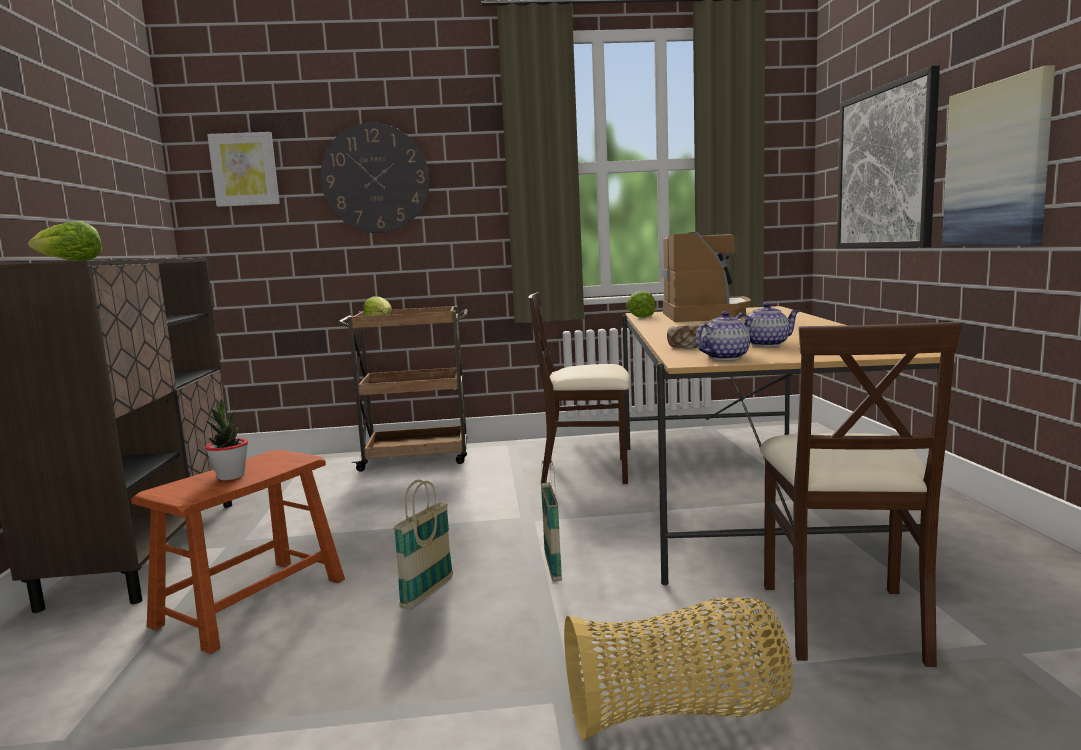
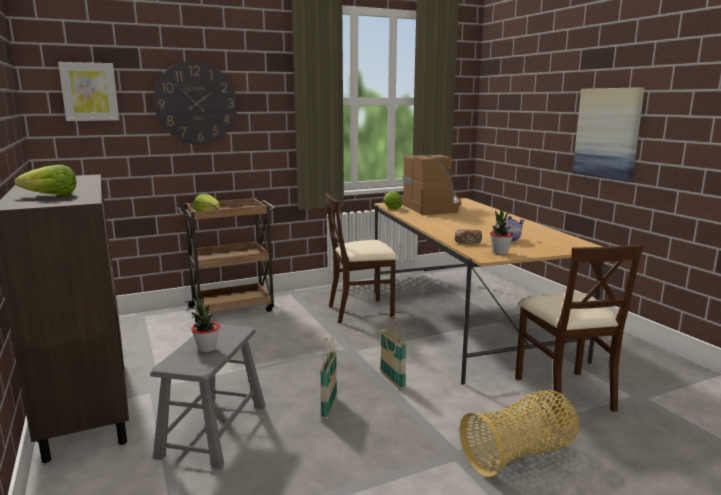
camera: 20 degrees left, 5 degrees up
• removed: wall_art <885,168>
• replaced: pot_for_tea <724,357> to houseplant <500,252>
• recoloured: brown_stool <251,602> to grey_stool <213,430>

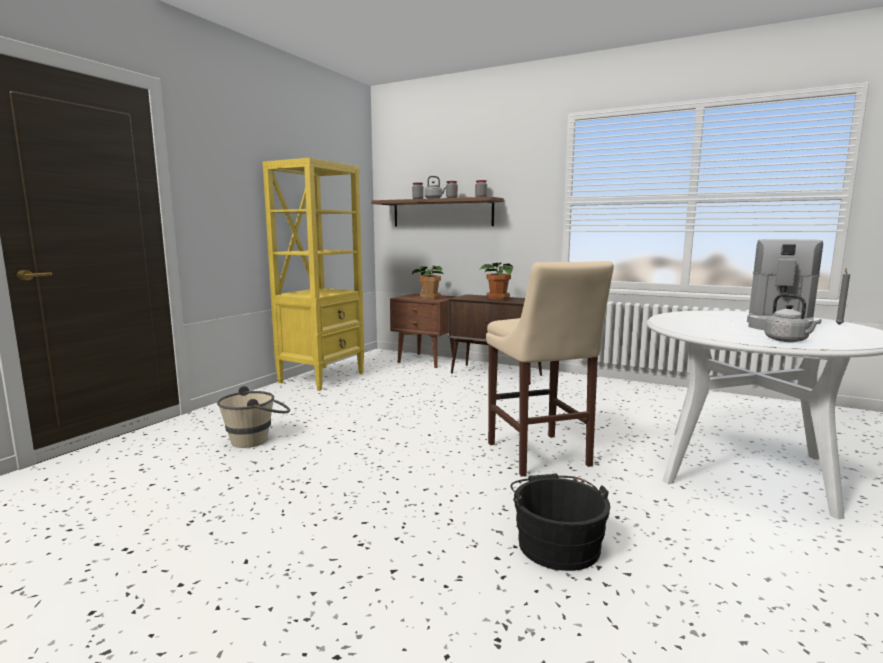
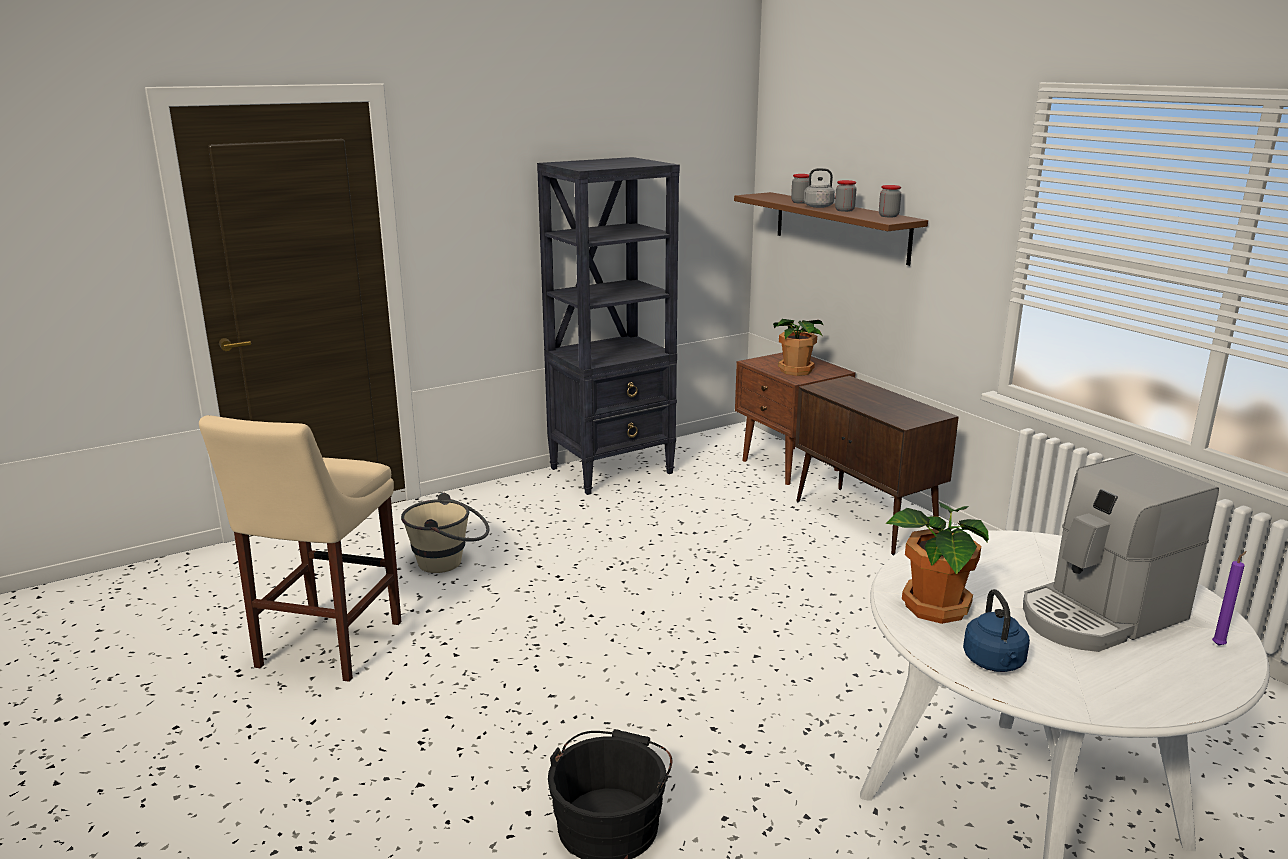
camera: 30 degrees right, 10 degrees up
• moved: houseplant <498,299> to <934,608>
• moved: beige_stool <540,456> to <325,648>
• recoloured: yellow-coloured_shelving_unit <322,377> to black-coloured_shelving_unit <612,470>
• recoloured: grey_kettle <788,340> to blue_kettle <994,663>
• recoloured: grey_wax_light <839,324> to purple_wax_light <1219,645>

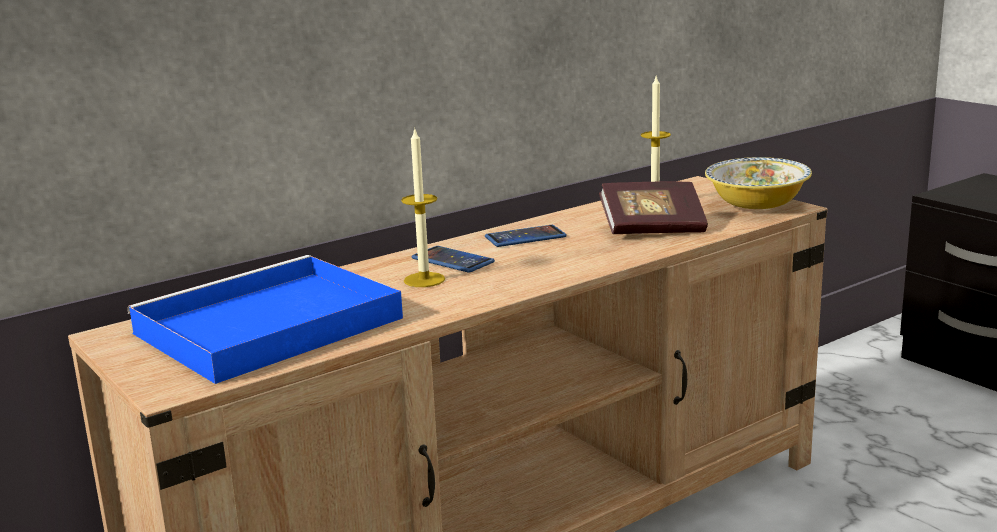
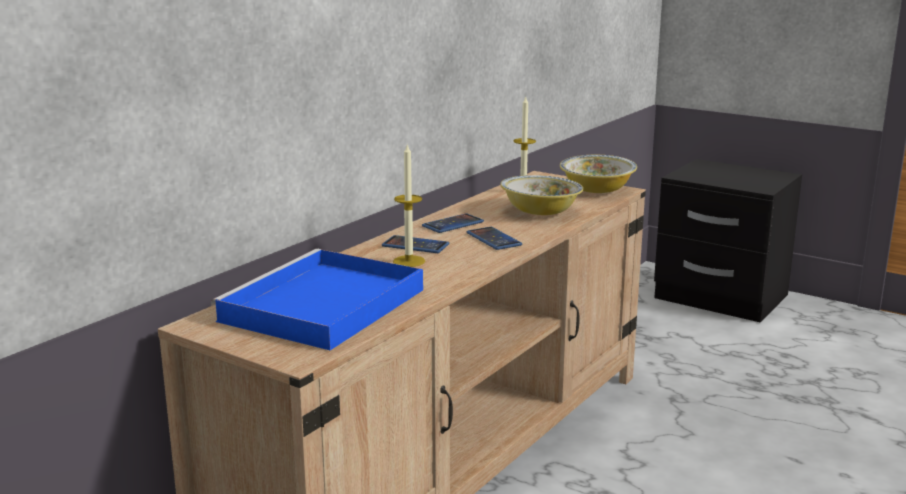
camera: 20 degrees left, 0 degrees up
• added: telephone <493,239>
• replaced: bound_book <652,229> to serving_bowl <540,212>

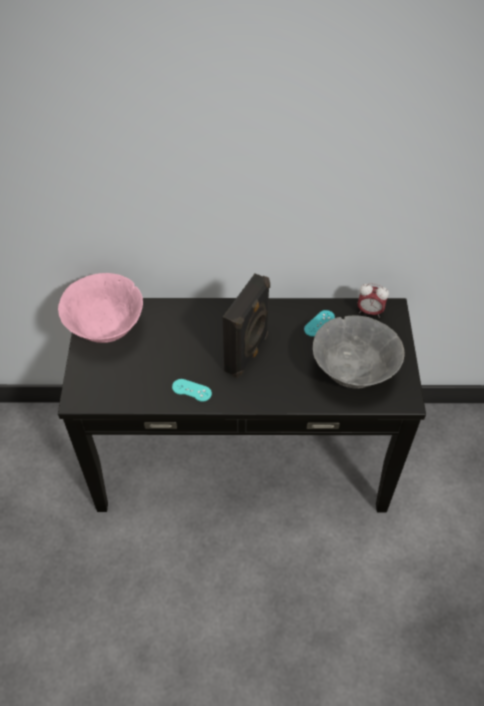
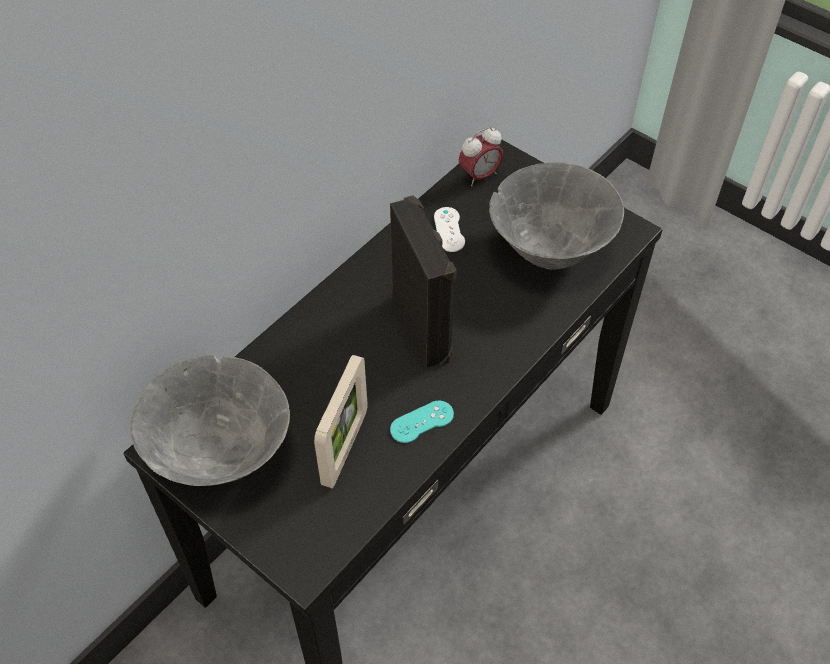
camera: 50 degrees left, 0 degrees up
• added: standing_frame <345,448>
• recoloured: pink-coloured_serving_bowl <106,329> to grey_serving_bowl <220,453>
• recoloured: blue-green_gamepad <319,323> to white-coloured_gamepad <449,229>

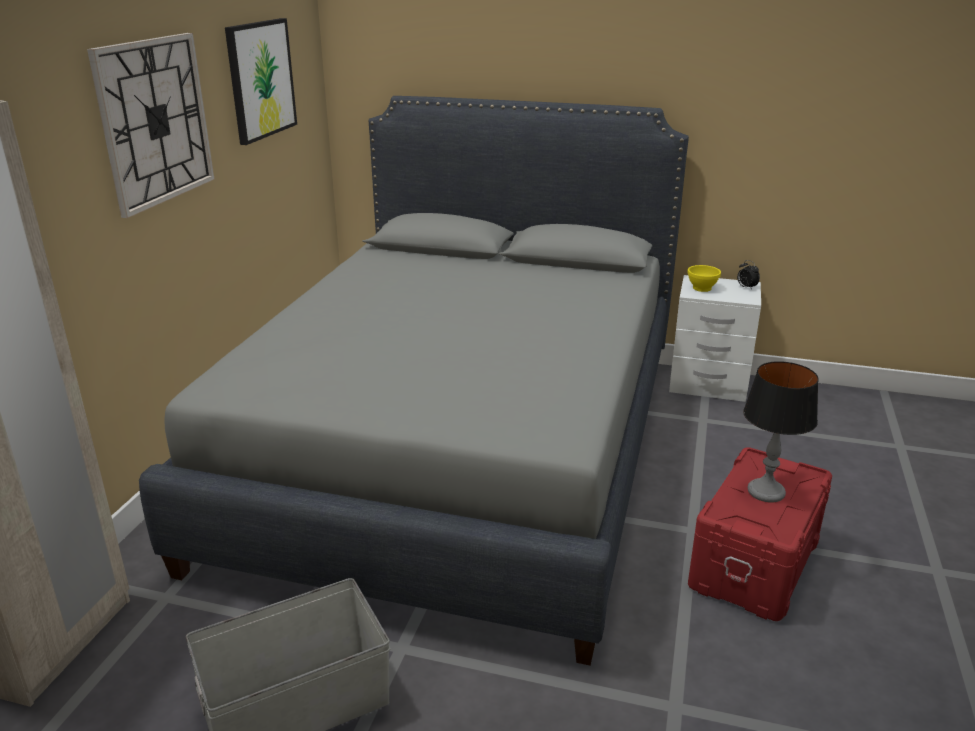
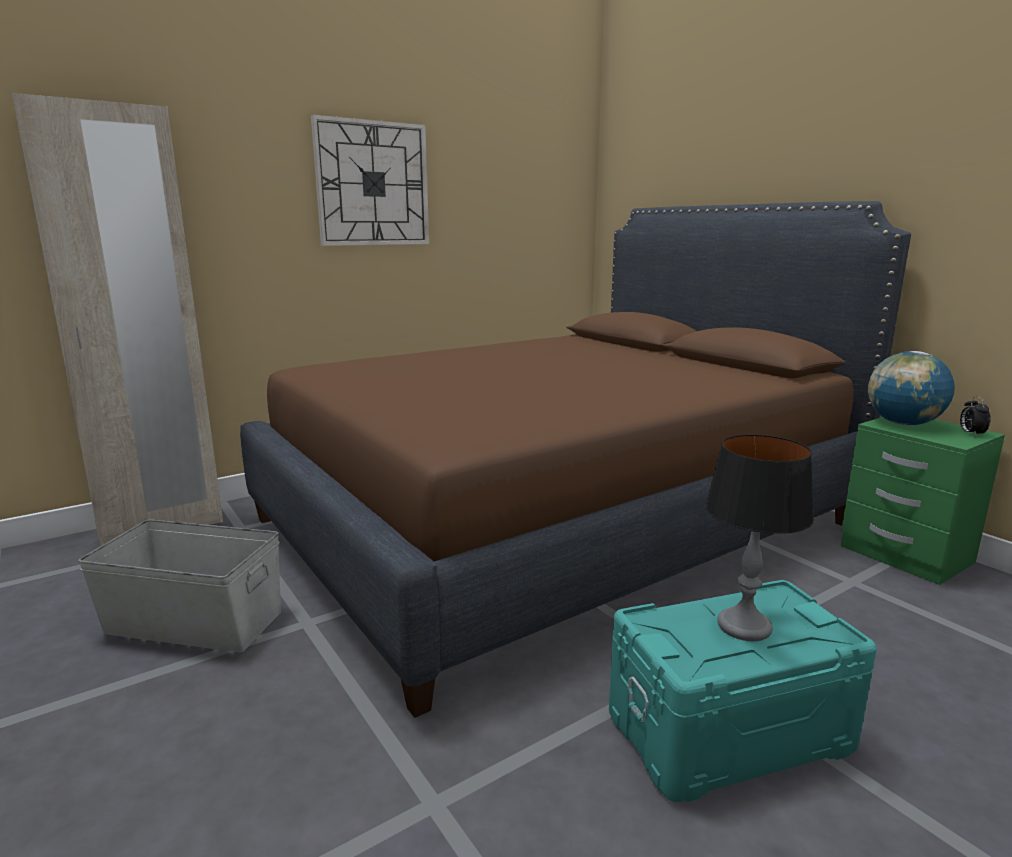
camera: 40 degrees right, 10 degrees down
• removed: wall_art <260,79>
• replaced: yellow-coloured_serving_bowl <702,288> to globe <903,424>
• recoloured: grey_bedroom_bed <462,451> to brown_bedroom_bed <555,521>
• recoloured: white-coloured_nightstand <708,384> to green_nightstand <905,555>
• recoloured: red_storage_container <756,563> to blue-green_storage_container <729,733>

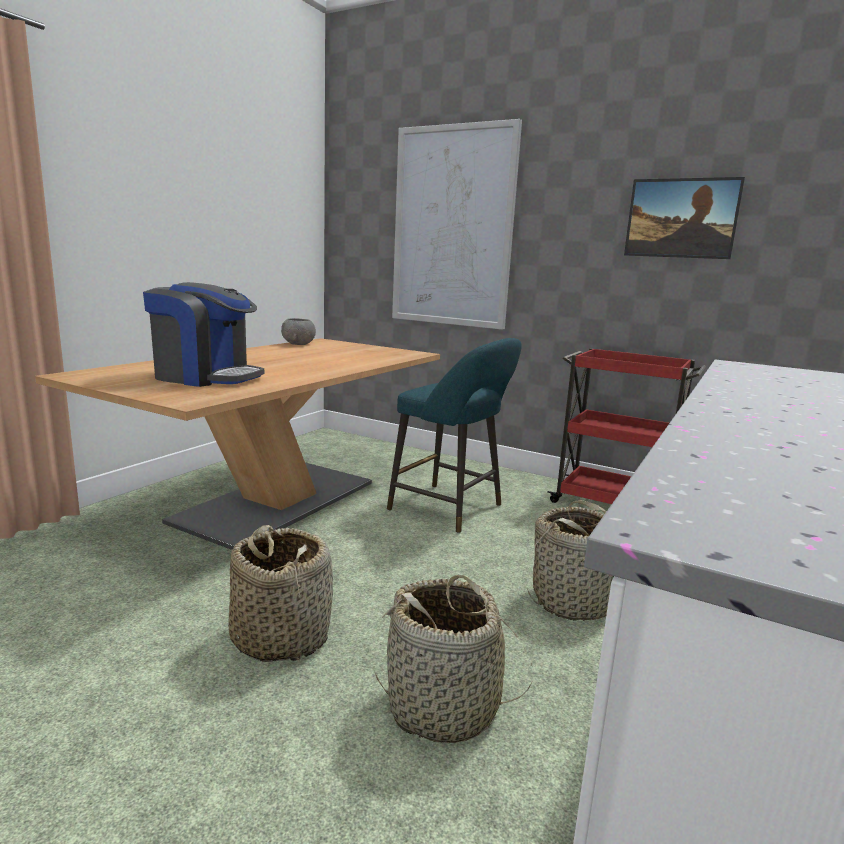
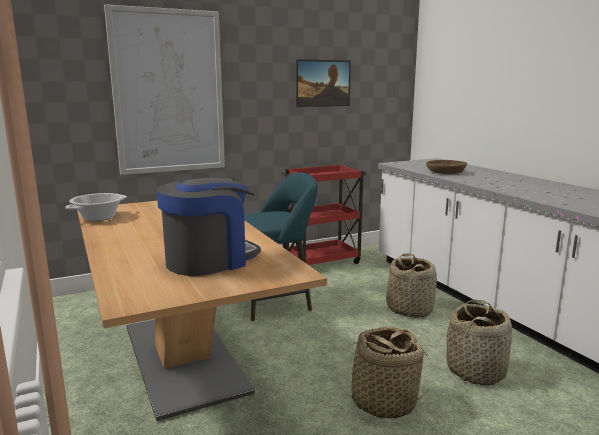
camera: 55 degrees left, 0 degrees up
• added: brown_serving_bowl <445,172>
• replaced: grey_serving_bowl <298,344> to cooking_pot <98,218>

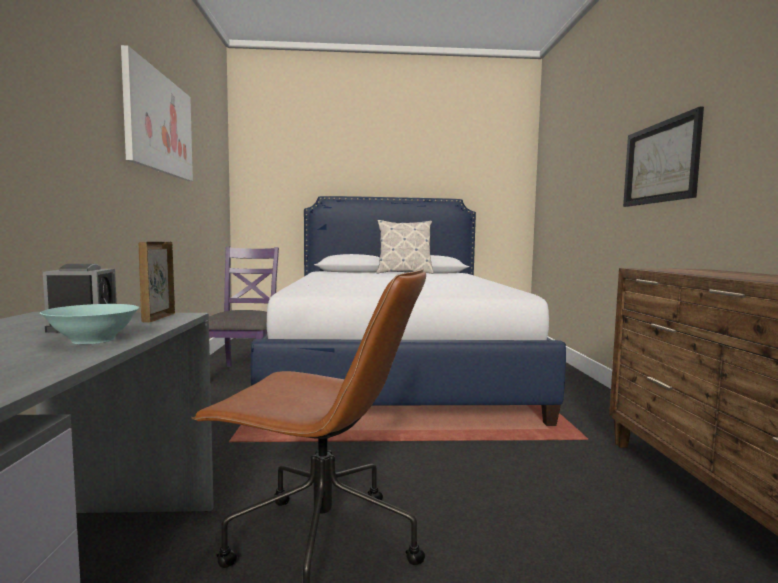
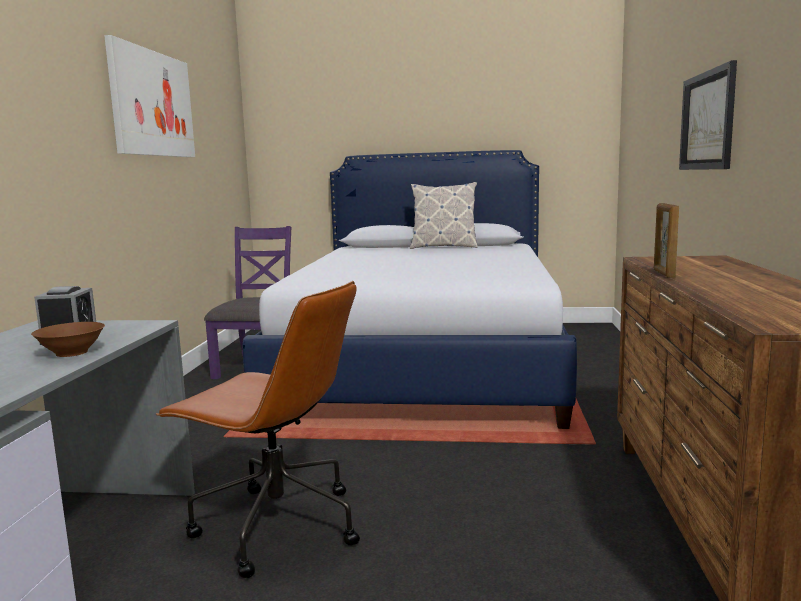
camera: 10 degrees right, 5 degrees up
• moved: standing_frame <158,318> to <663,274>
• recoloured: blue-green_serving_bowl <93,340> to brown_serving_bowl <71,353>

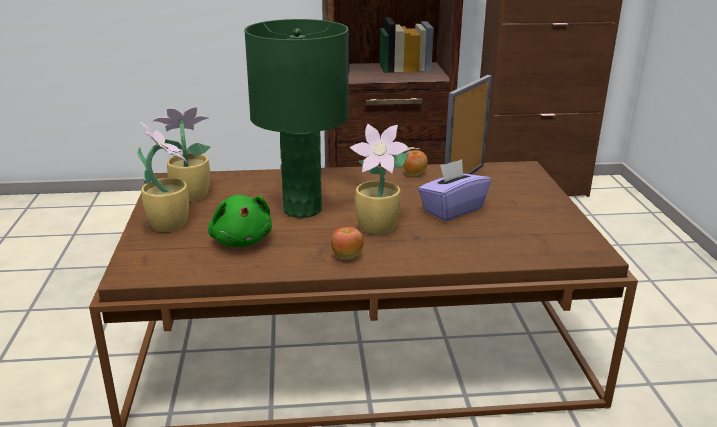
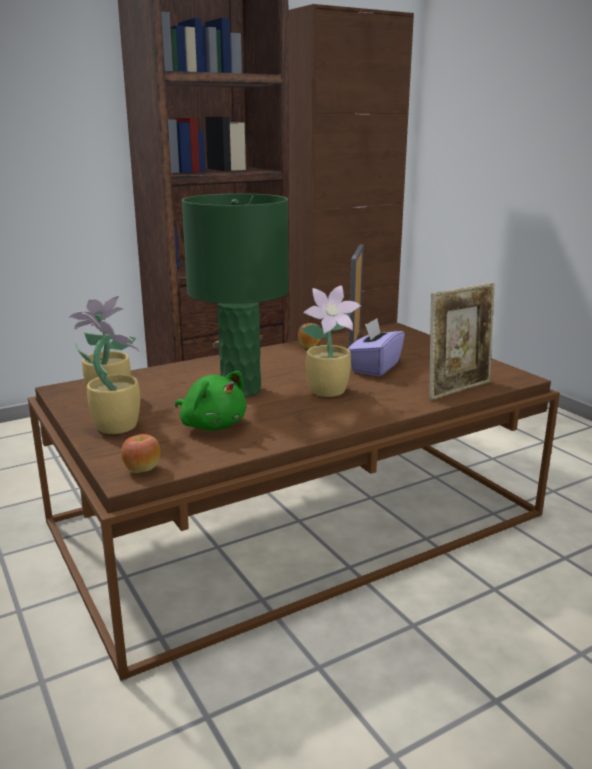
camera: 25 degrees left, 5 degrees down
• added: standing_frame <458,389>
• moved: apple_fruit <347,257> to <142,470>

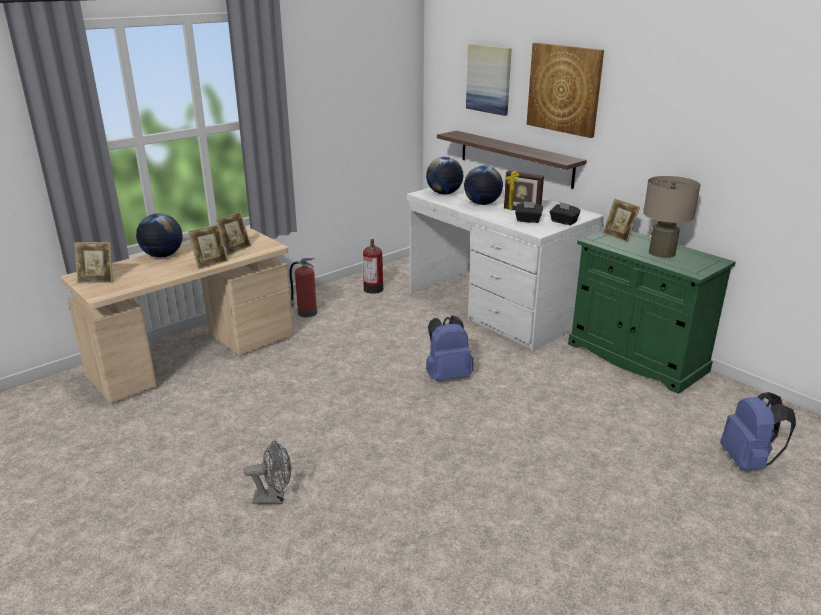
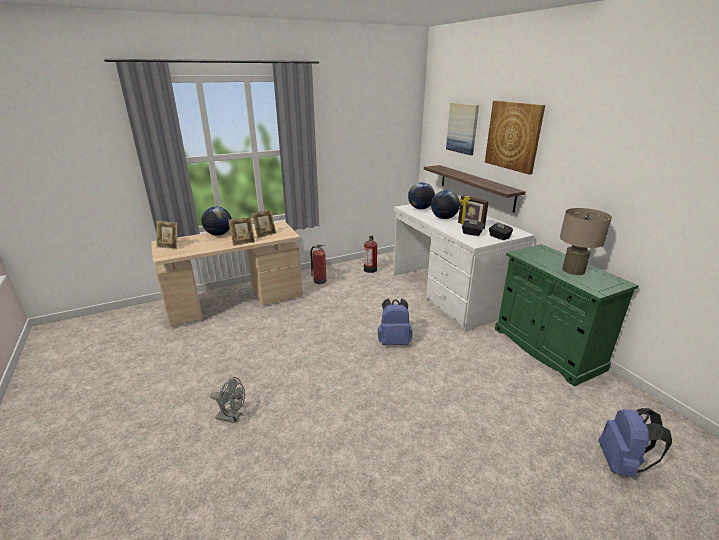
camera: 15 degrees right, 0 degrees up
• removed: standing_frame <618,237>

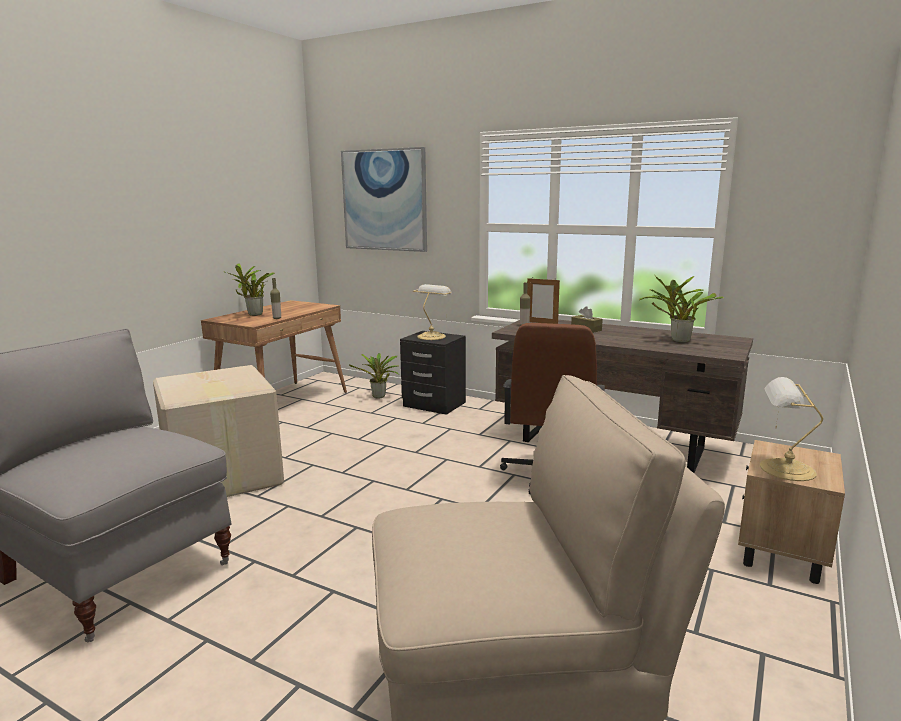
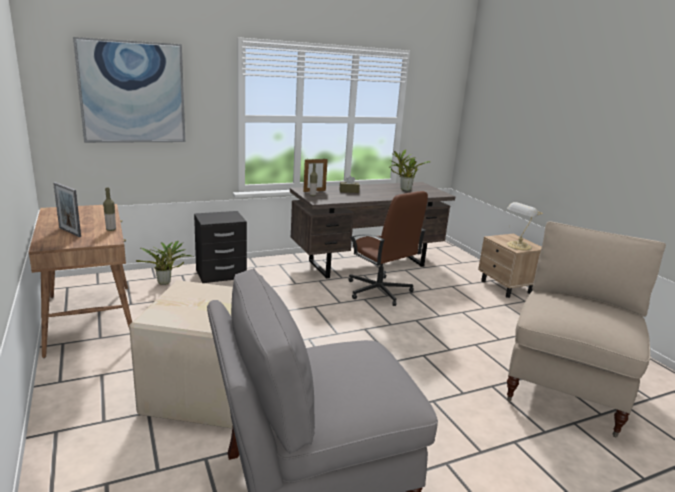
camera: 55 degrees left, 5 degrees up
• removed: lamp_for_a_table <432,336>
• replaced: houseplant <253,315> to standing_frame <69,232>

